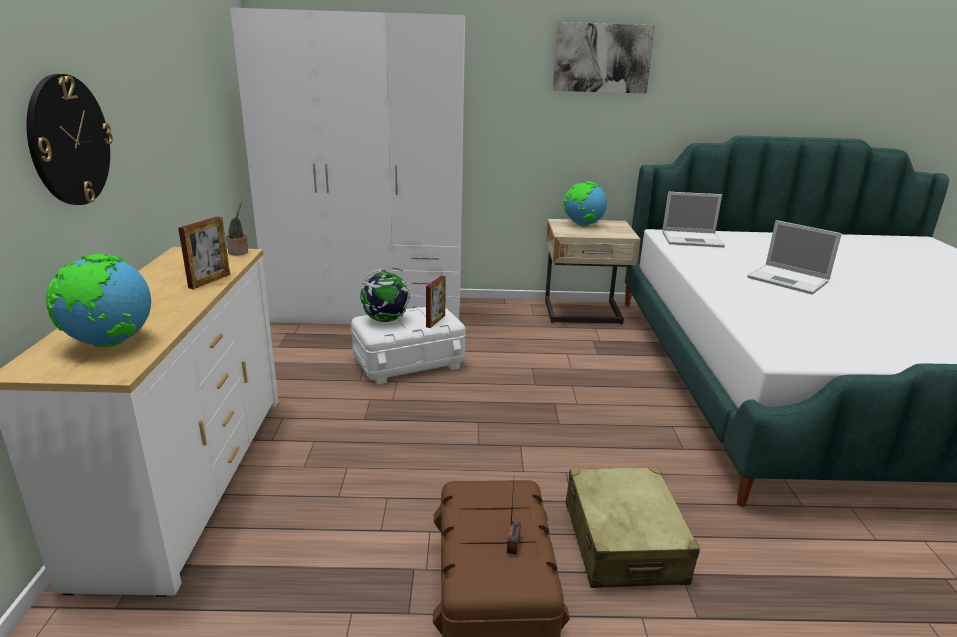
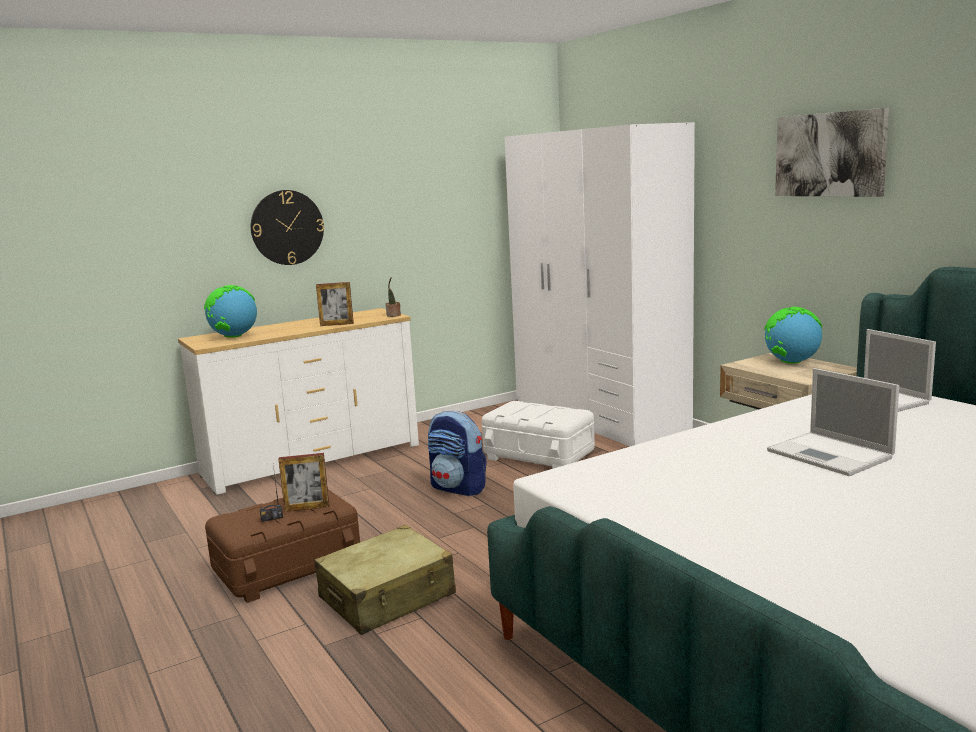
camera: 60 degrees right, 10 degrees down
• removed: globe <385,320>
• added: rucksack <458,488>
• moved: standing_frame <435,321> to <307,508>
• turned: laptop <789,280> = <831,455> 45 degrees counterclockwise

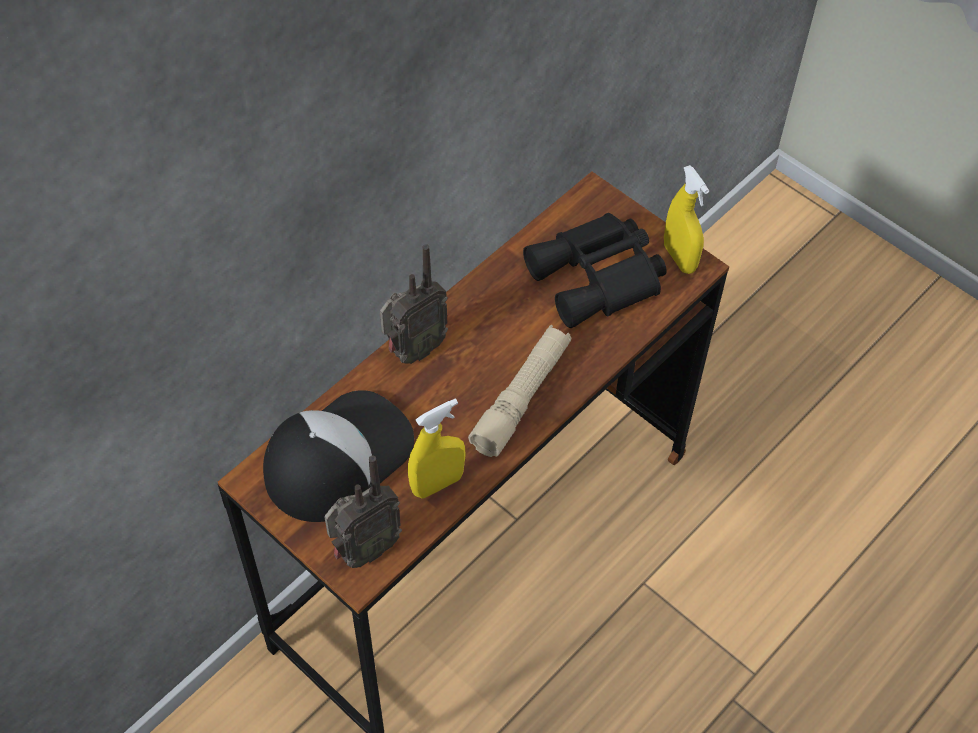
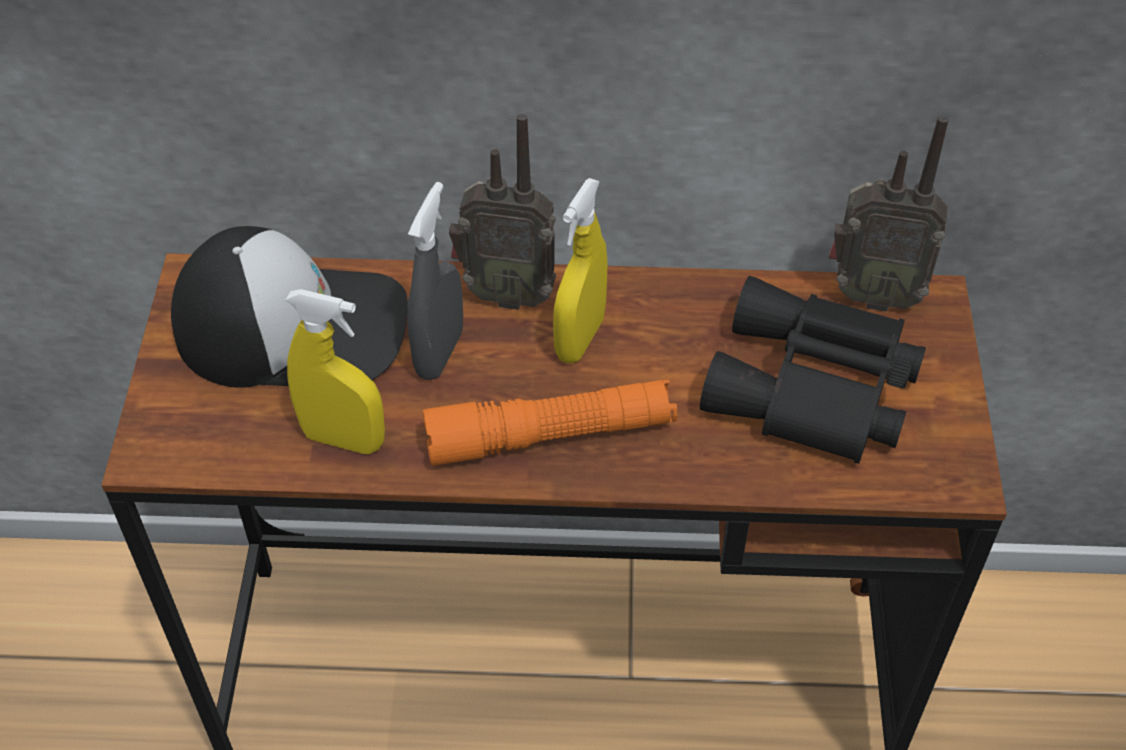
camera: 50 degrees right, 5 degrees down
• added: grey_spray_bottle <439,353>
• moved: radio <364,550> to <872,294>
• moved: yellow-coloured_spray_bottle <679,258> to <580,338>
• recoloured: beige_hand_torch <522,397> to orange-coloured_hand_torch <550,435>

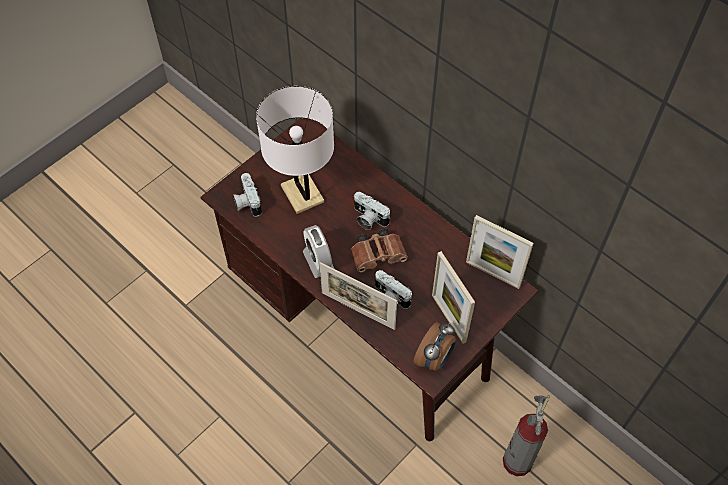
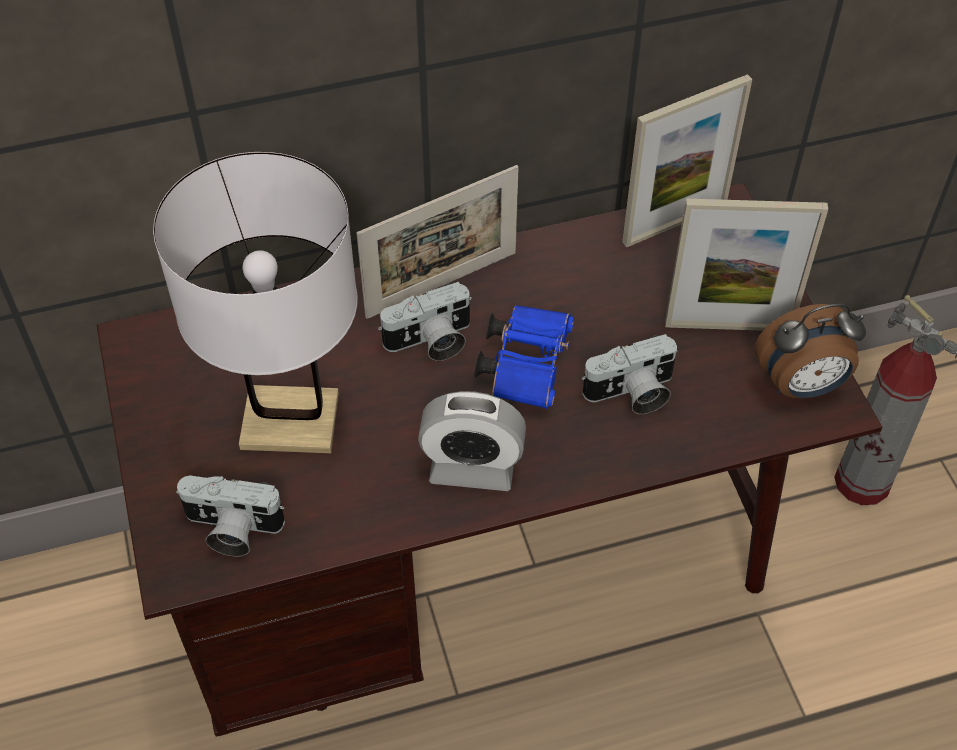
camera: 60 degrees left, 5 degrees down
• moved: standing_frame <358,310> to <441,284>
• recoloured: brown_pair_of_binoculars <379,255> to blue_pair_of_binoculars <526,364>
• turned: table_clock <434,358> = <801,386> 105 degrees clockwise

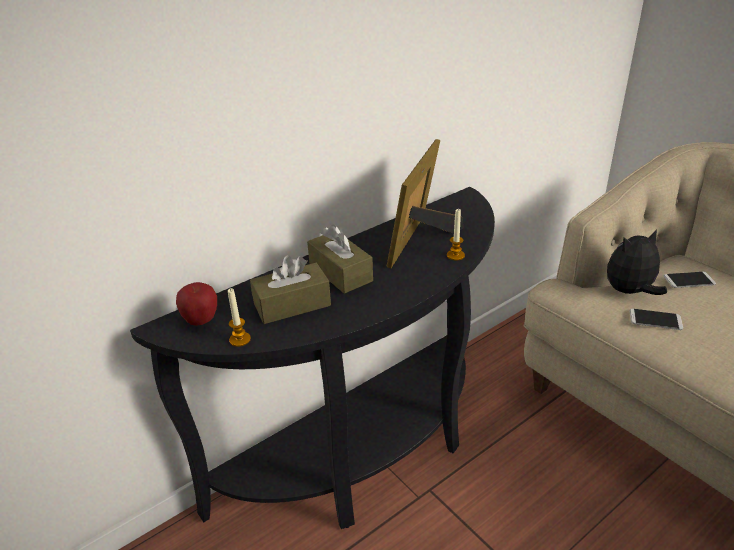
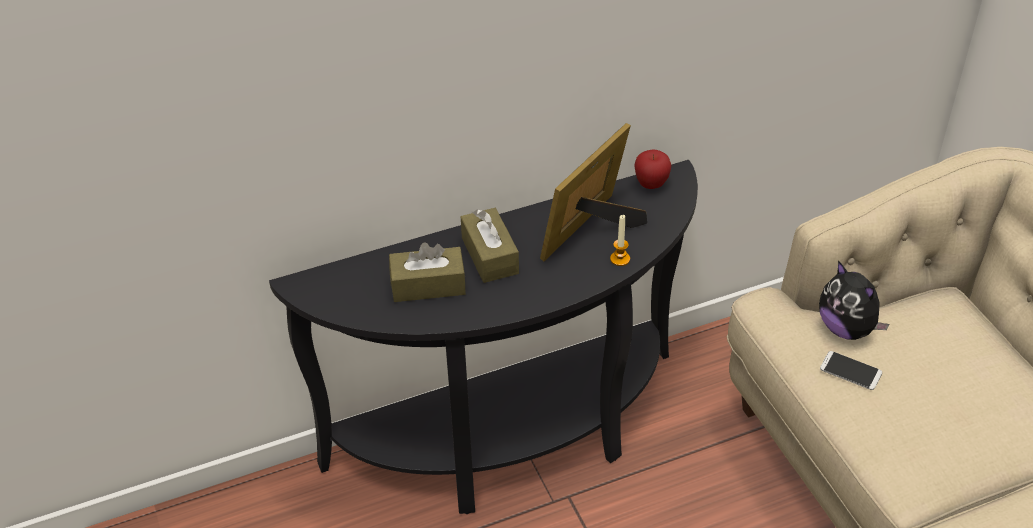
camera: 15 degrees right, 10 degrees up
• removed: wax_light <240,339>
• removed: telephone <689,280>
• moved: apple_fruit <201,321> to <651,184>
• turned: plush_toy <629,292> = <847,328> 120 degrees counterclockwise

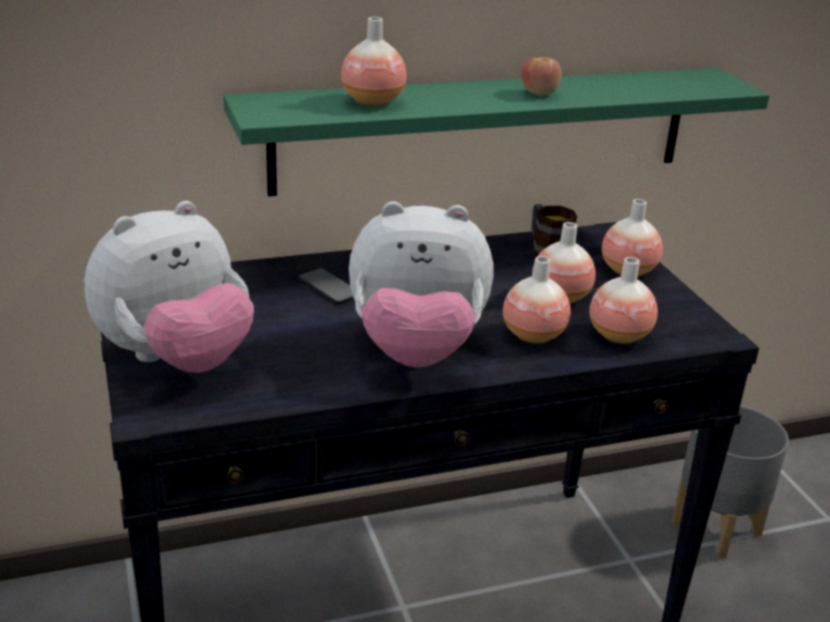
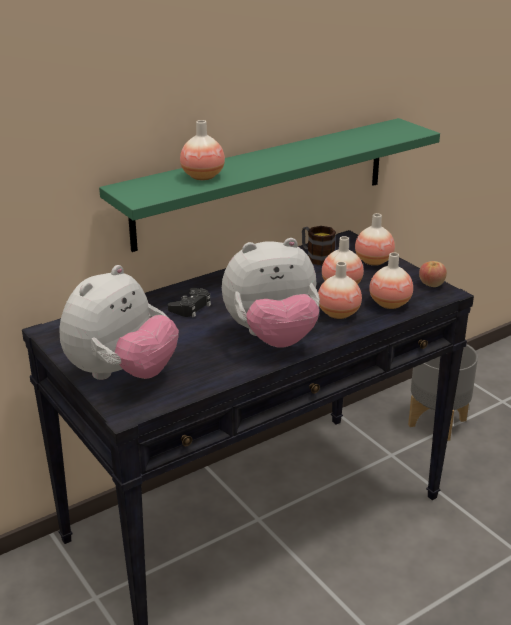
camera: 15 degrees left, 0 degrees up
• moved: apple_fruit <539,93> to <431,284>
• replaced: telephone <329,287> to black-coloured_gamepad <191,307>

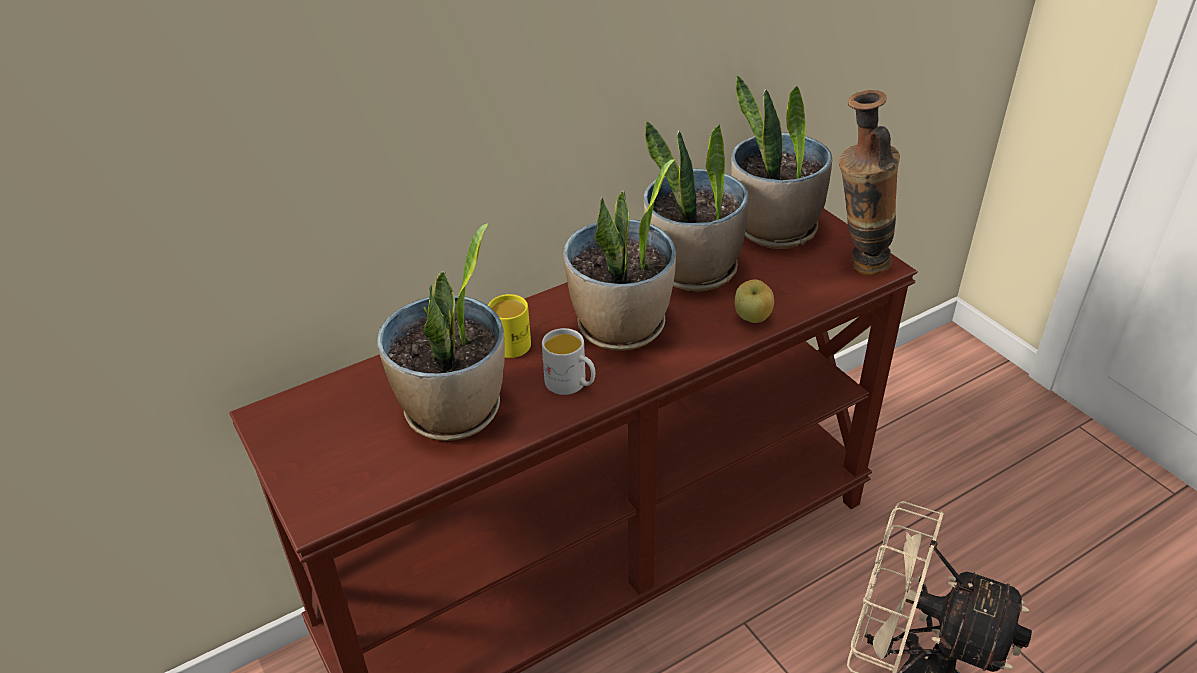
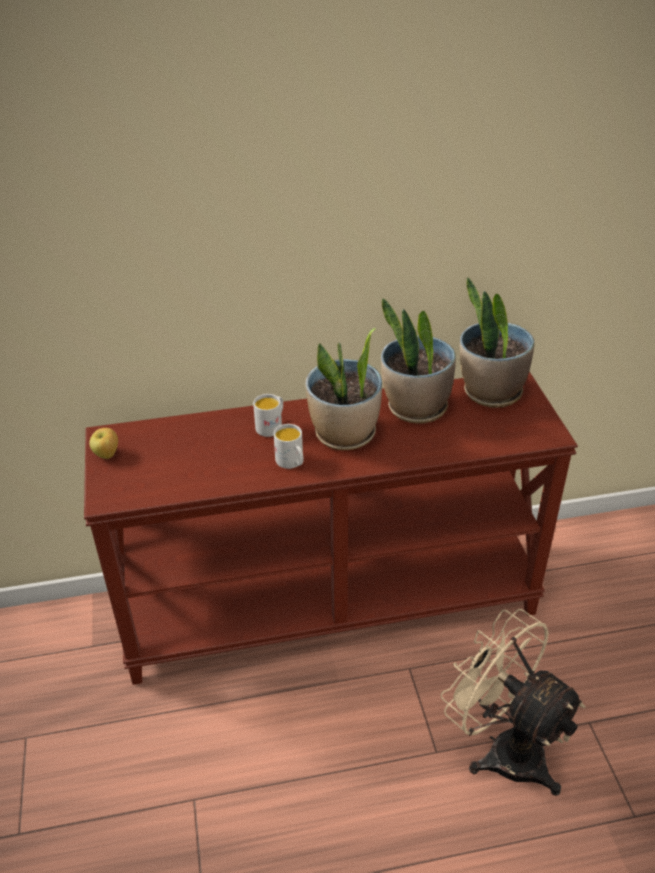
camera: 20 degrees right, 0 degrees up
• removed: houseplant <454,413>
• removed: vase <856,266>
• moved: apple_fruit <752,318> to <107,455>
• recoloured: yellow-coloured_coffee_mug <514,341> to white-coloured_coffee_mug <272,426>

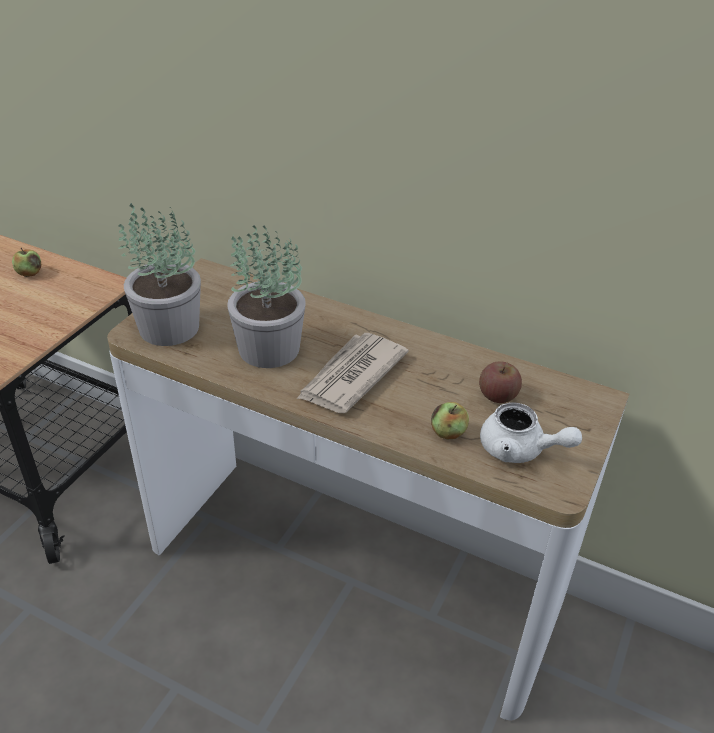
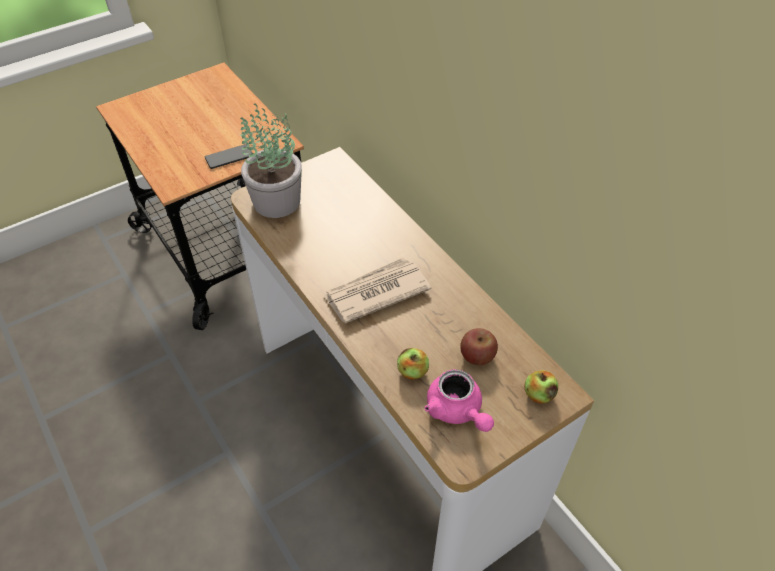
camera: 30 degrees right, 10 degrees up
• removed: houseplant <268,349>
• added: telephone <229,157>
• moved: apple_fruit <29,273> to <538,394>
• recoloured: white-coloured_pot_for_tea <520,450> to pink-coloured_pot_for_tea <457,411>

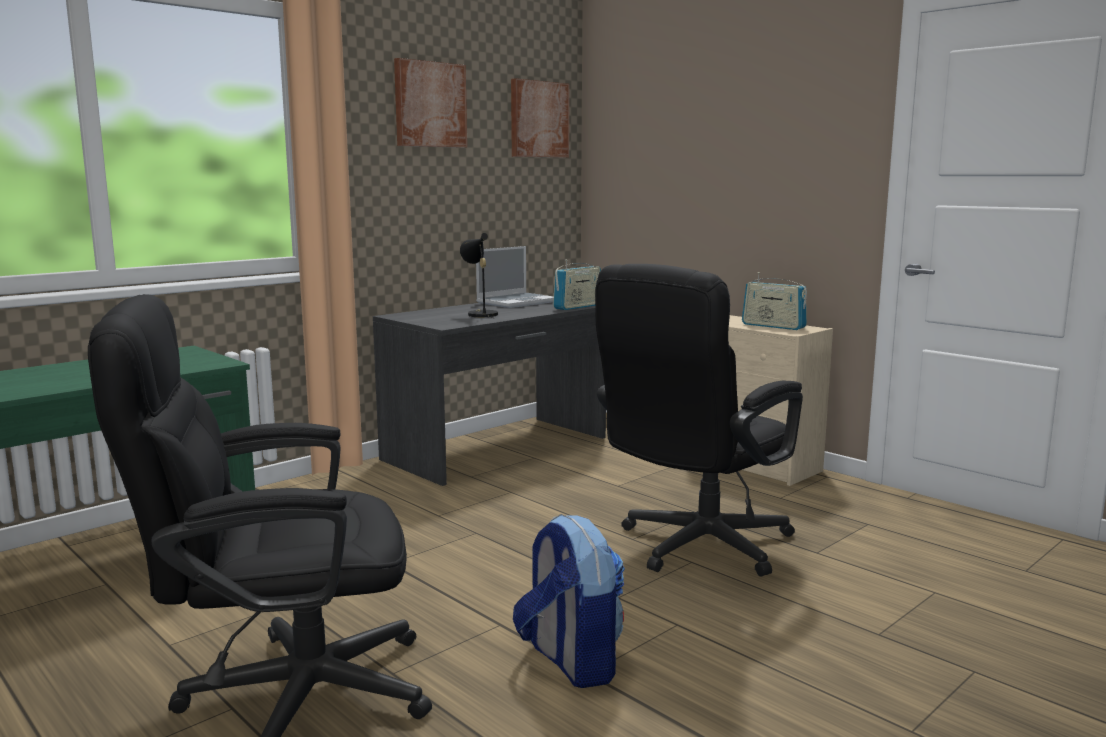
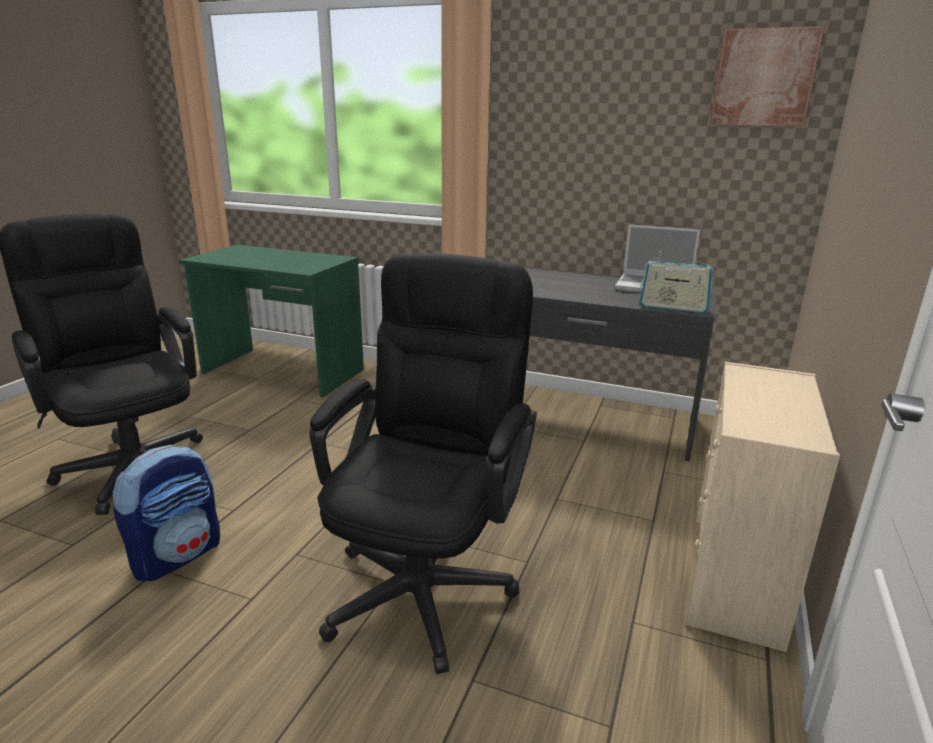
camera: 65 degrees right, 10 degrees up
• removed: wall_art <430,104>
• removed: black-coloured_lamp_for_a_table <480,314>
• removed: radio <773,326>
• turned: black-coloured_computer_chair <695,548> = <427,579> 90 degrees clockwise

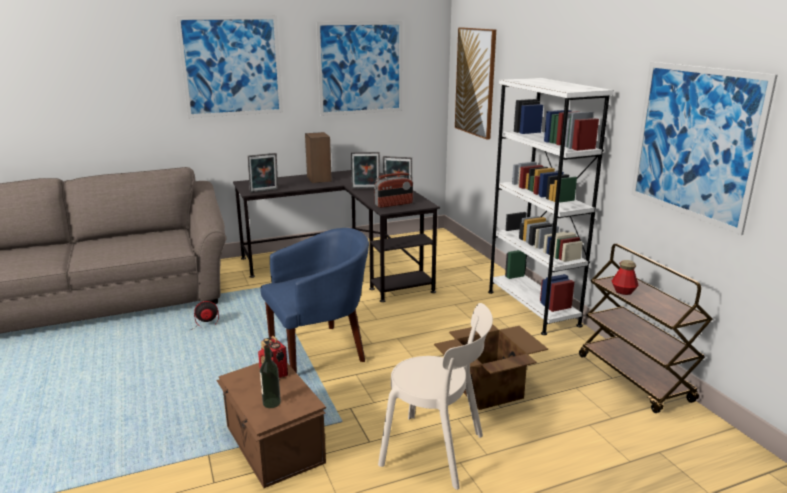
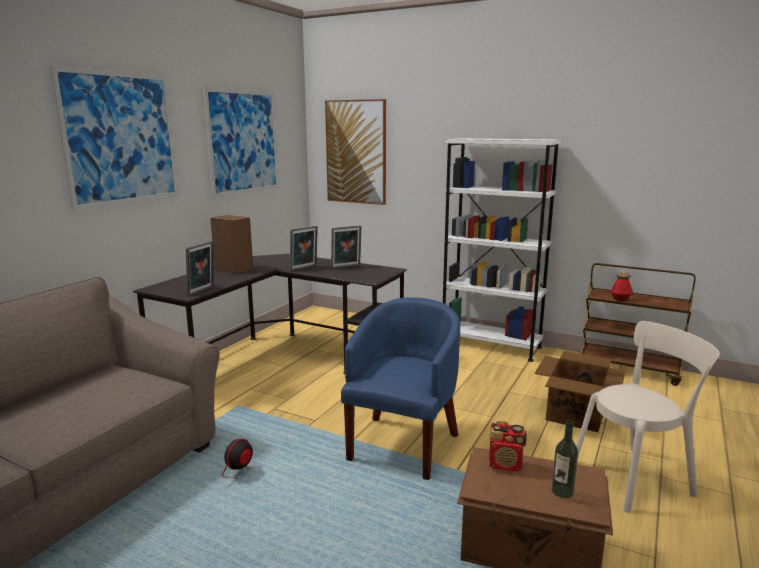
camera: 40 degrees left, 5 degrees down
• removed: radio <394,204>
• removed: wall_art <694,143>

